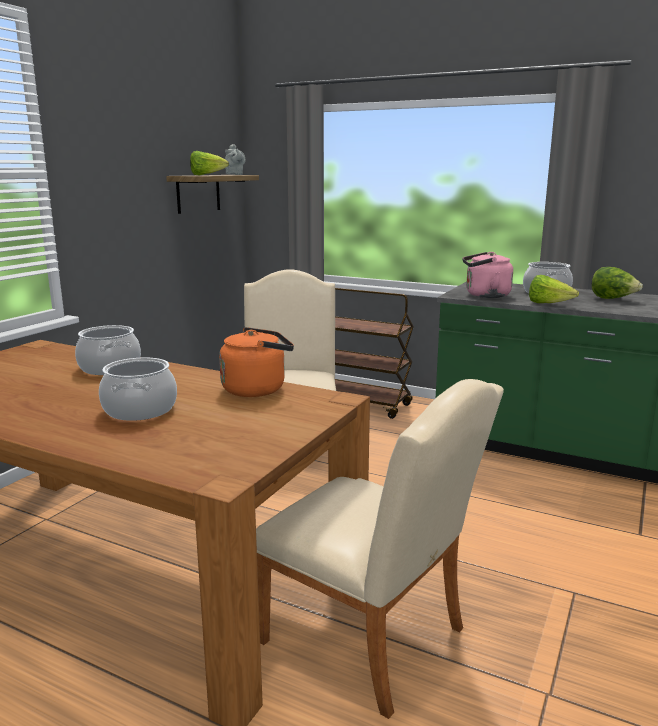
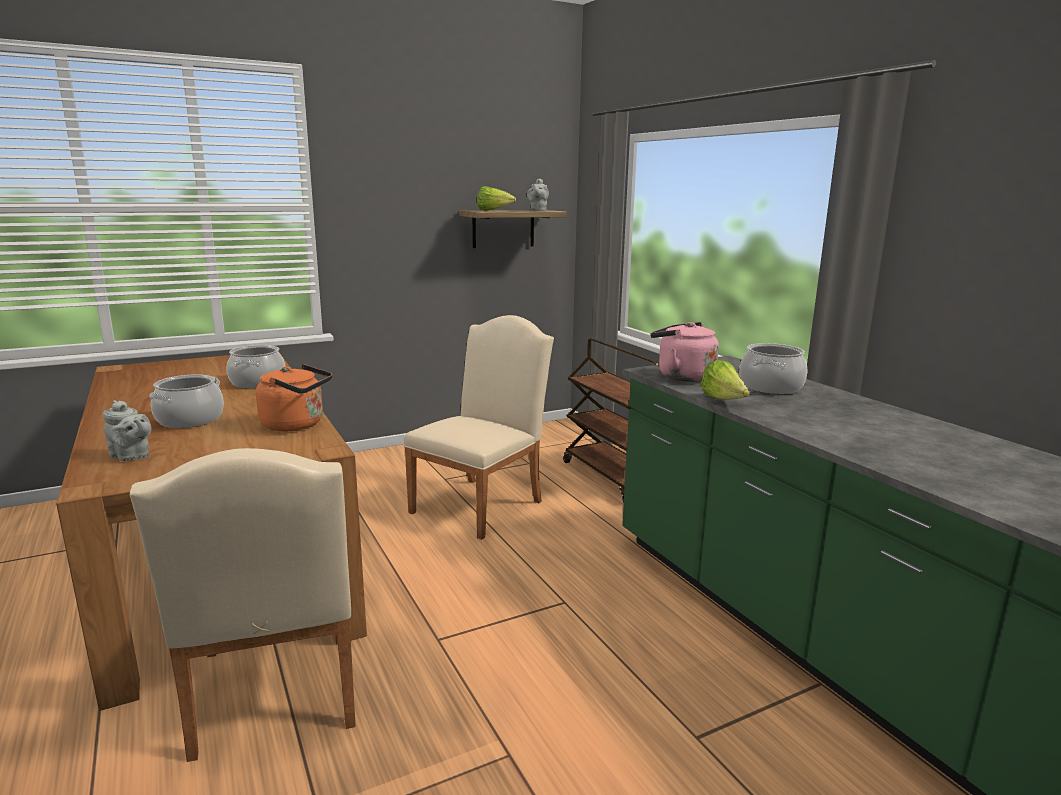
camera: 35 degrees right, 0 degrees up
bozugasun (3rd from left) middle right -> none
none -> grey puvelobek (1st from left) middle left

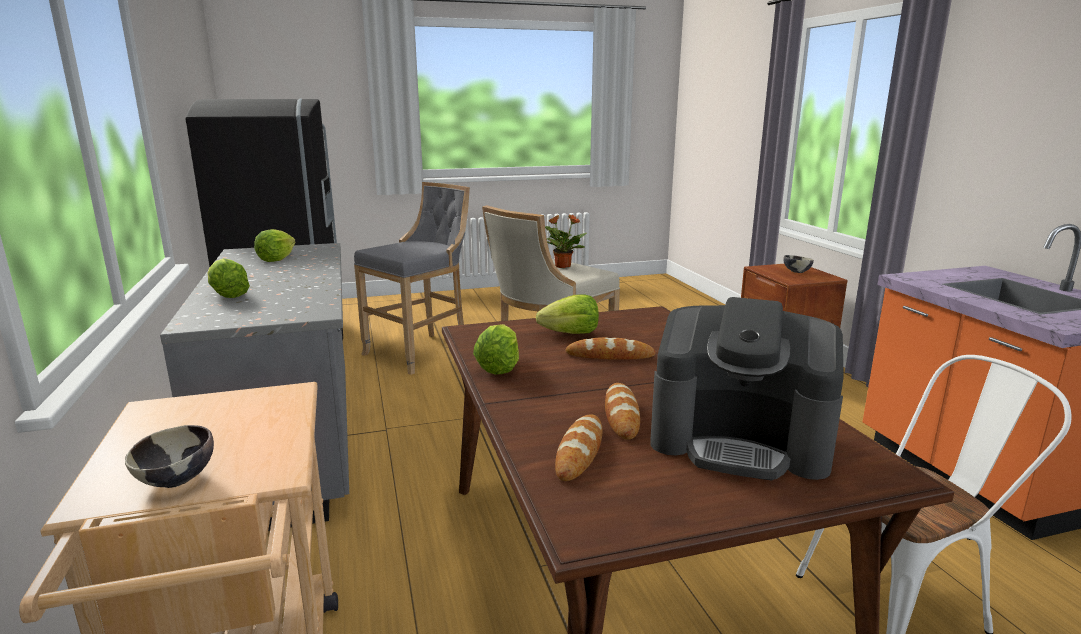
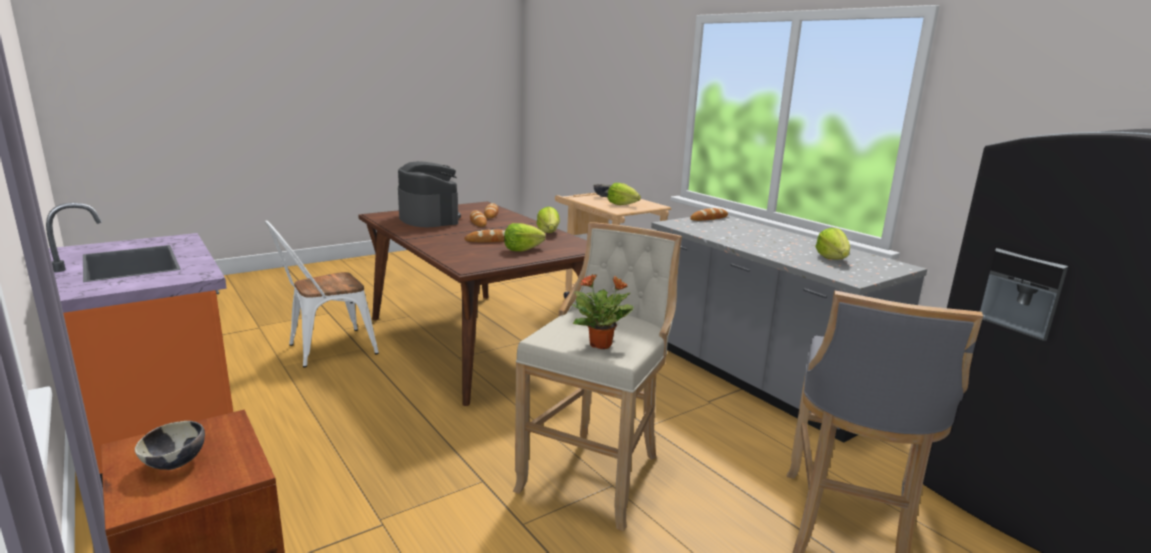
camera: 160 degrees right, 0 degrees up
bozugasun (1st from left in the first image) middle left -> bozugasun (3rd from left) centre, move
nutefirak middle right -> nutefirak centre, 60 degrees clockwise
none -> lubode (4th from left) centre

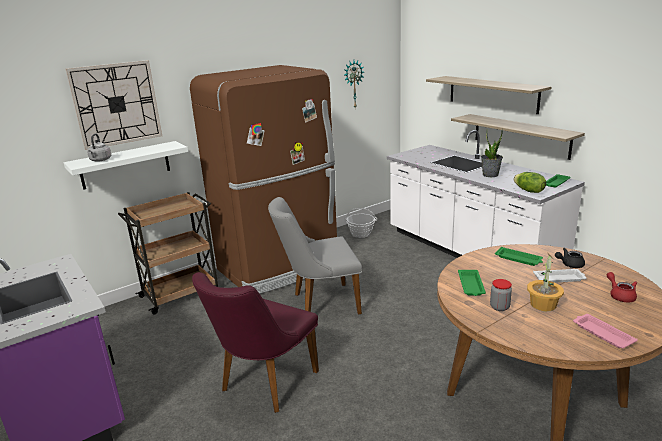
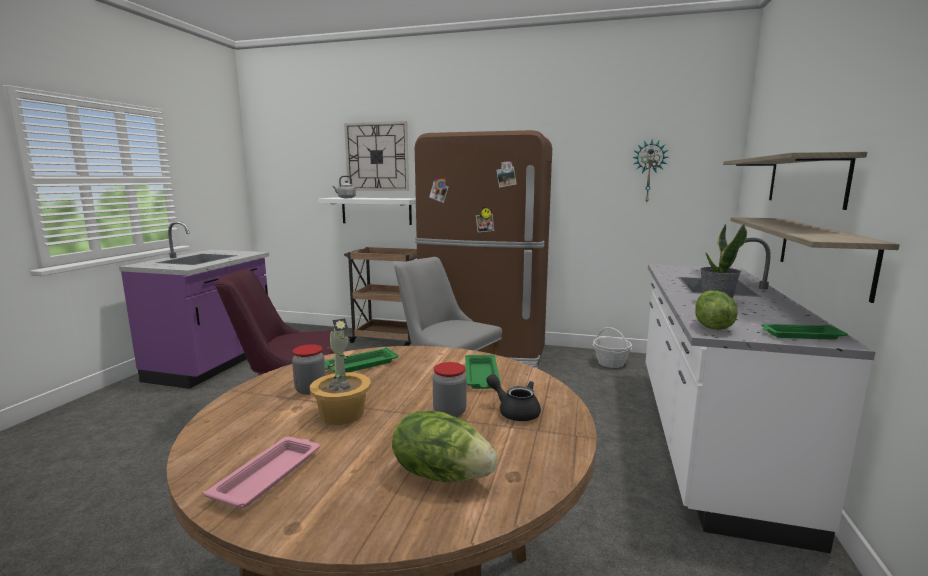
camera: 50 degrees right, 10 degrees down
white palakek middle right -> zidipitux (2nd from left) bottom centre
red puvelobek middle right -> bozugasun (1st from left) bottom centre

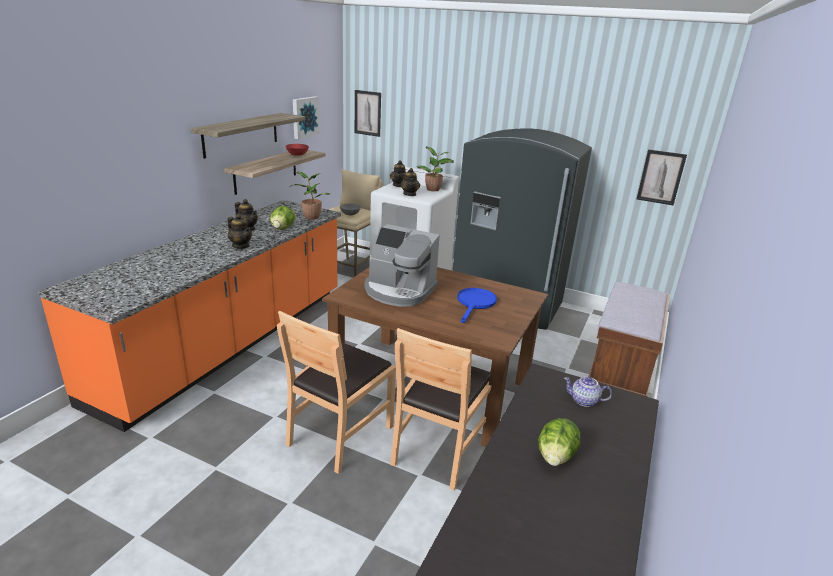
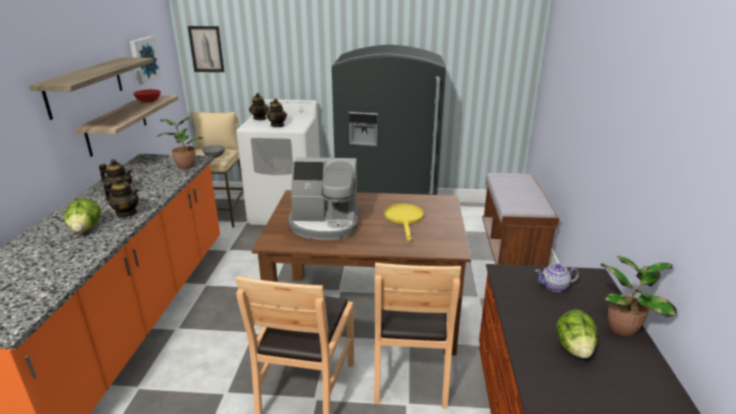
camera: 20 degrees left, 0 degrees up
bozugasun (1st from left) centre -> bozugasun (1st from left) middle left, move
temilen (2nd from left) top centre -> temilen (2nd from left) bottom right, move
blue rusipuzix centre -> yellow rusipuzix centre
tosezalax (3rd from left) top right -> none

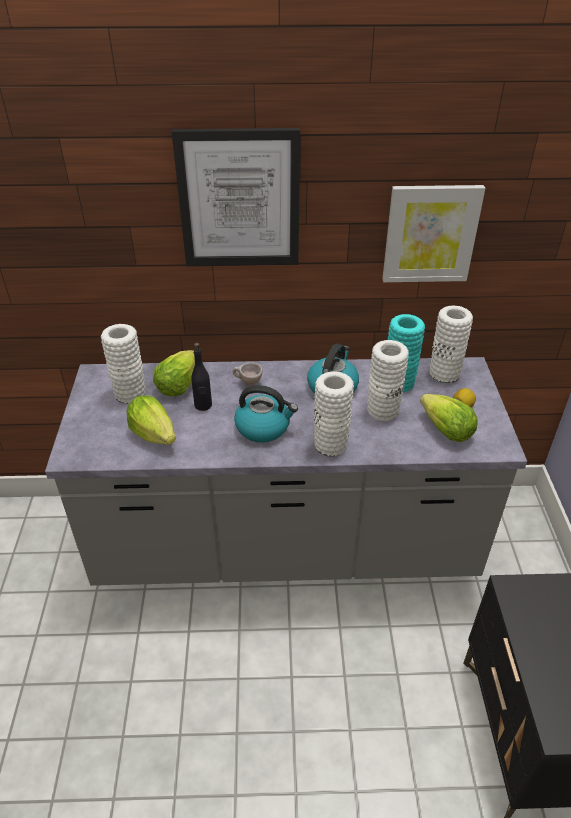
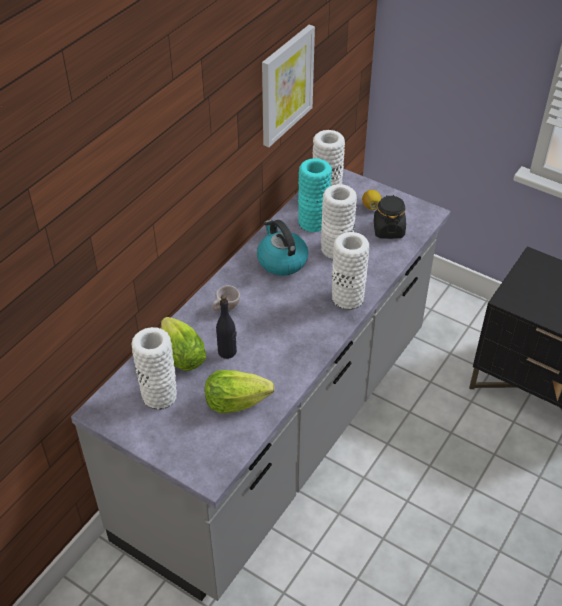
camera: 55 degrees left, 5 degrees up
tosezalax (1st from left) top centre -> none
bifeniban (1st from left) centre -> none
bozugasun (3rd from left) middle right -> black zidipitux middle right

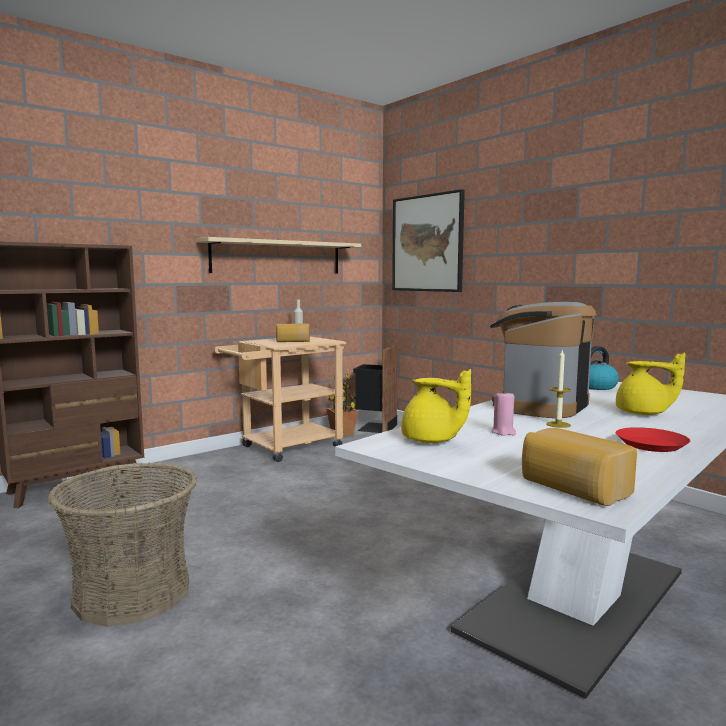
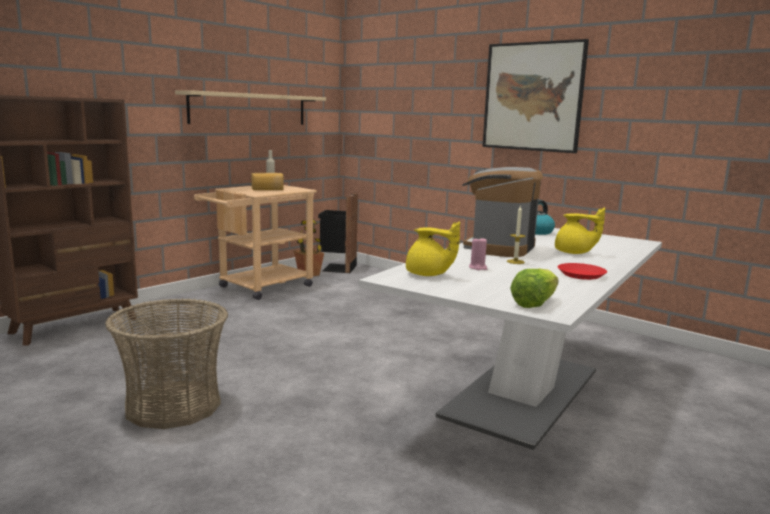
camera: 10 degrees left, 5 degrees up
tosezalax top centre -> tosezalax top right, move
lubode (2nd from left) middle right -> bozugasun middle right

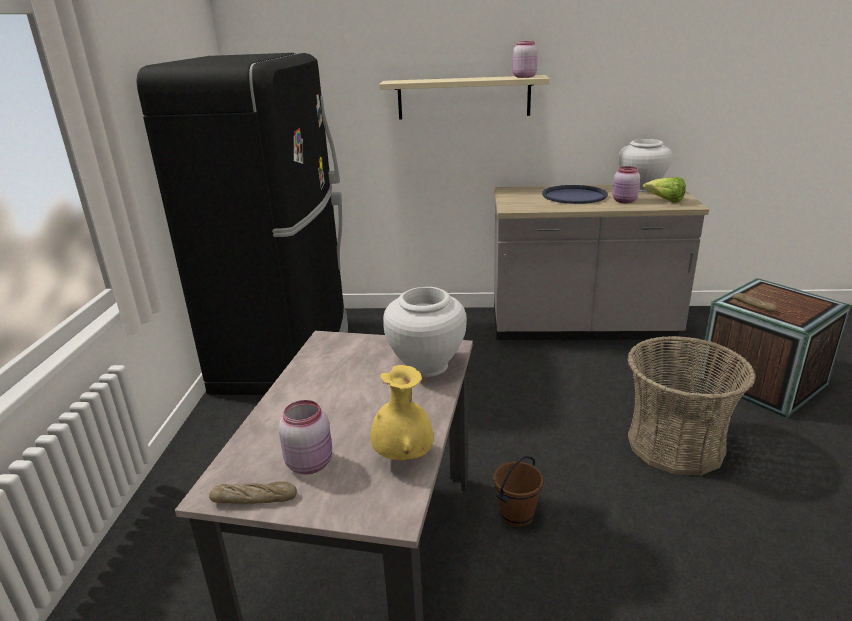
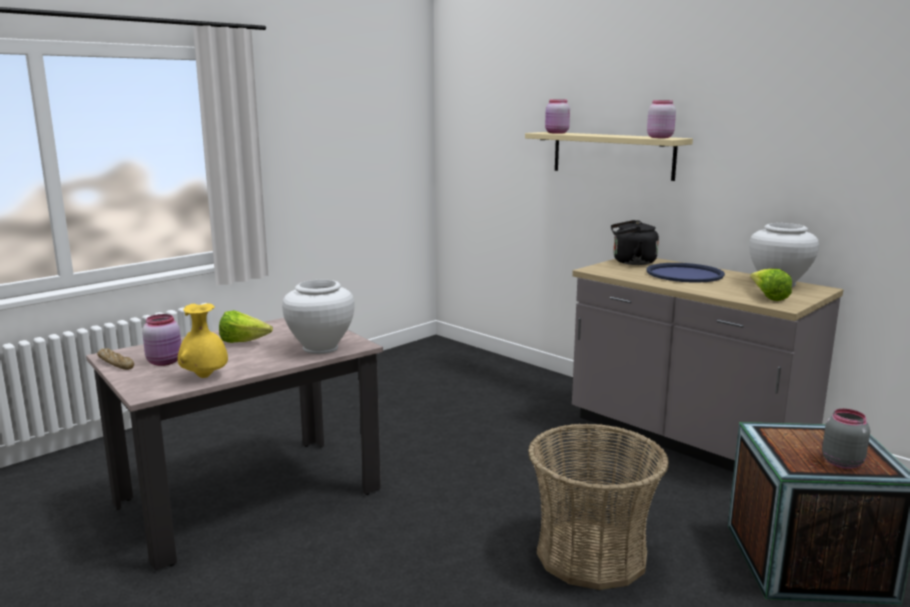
camera: 40 degrees right, 10 degrees down
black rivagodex middle left -> none
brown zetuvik bottom centre -> none
pink zidipitux (3rd from left in the first image) top right -> pink zidipitux (2nd from left) top centre, move
lubode (2nd from left) middle right -> none
none -> bozugasun (1st from left) middle left
none -> black bifeniban middle right
none -> grey zidipitux bottom right

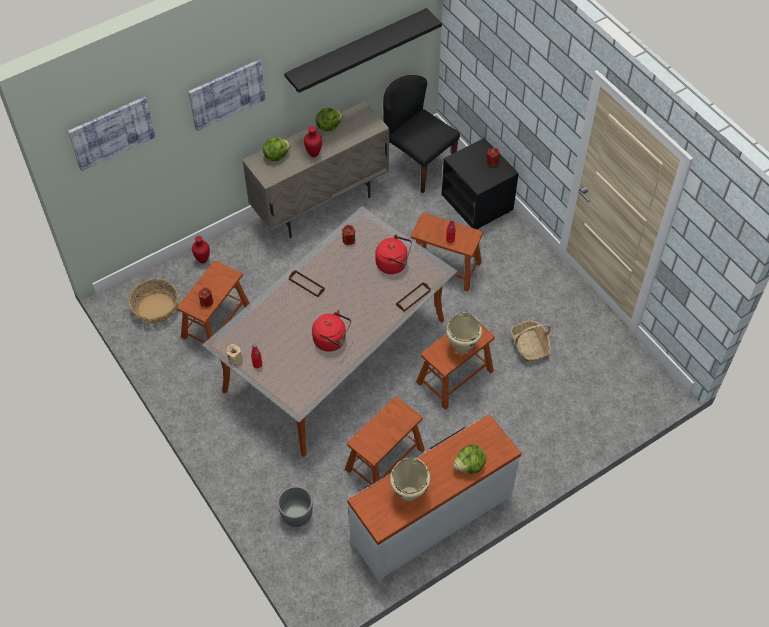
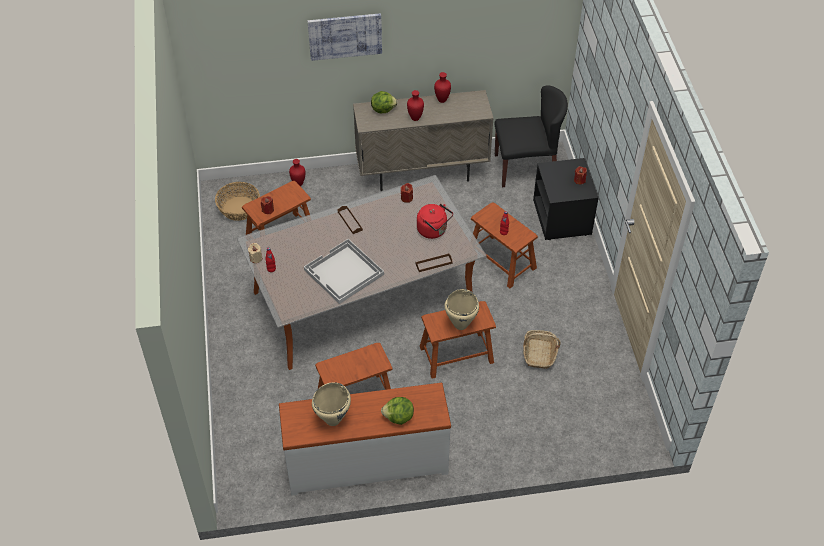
camera: 25 degrees right, 5 degrees down
tosezalax (1st from left) top left -> none
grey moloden bottom centre -> none
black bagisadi top centre -> none
red bifeniban (1st from left) centre -> white palakek centre
bozugasun (2nd from left) top centre -> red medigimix (3rd from left) top centre
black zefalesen top centre, 105 degrees clockwise

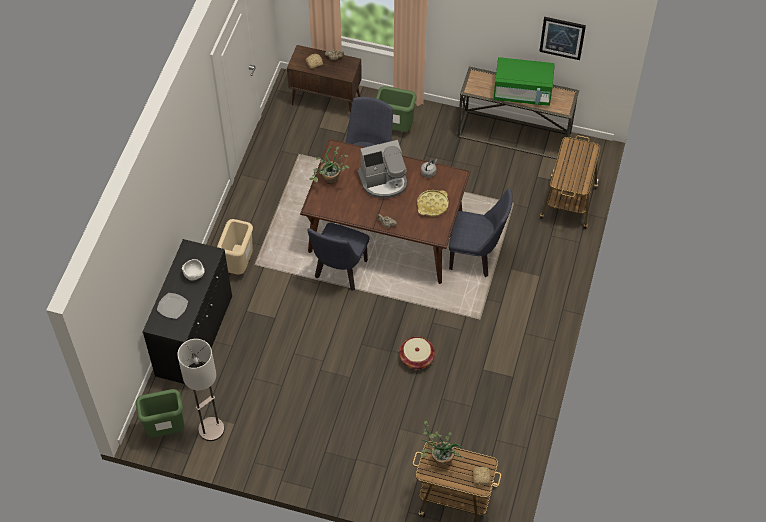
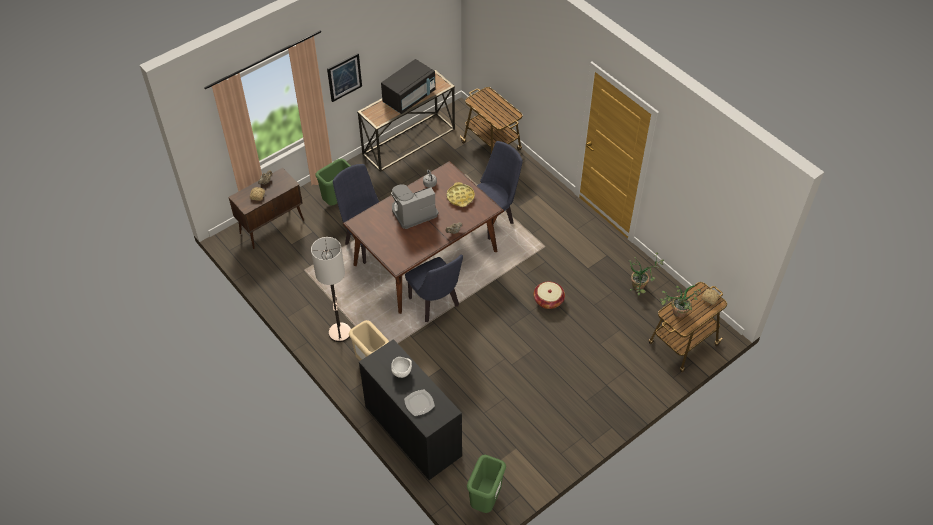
camera: 55 degrees left, 5 degrees down
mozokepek bottom left -> mozokepek centre, move
temilen (1st from left) top centre -> temilen (1st from left) middle right, move
nutefirak top centre -> nutefirak centre, 135 degrees counterclockwise
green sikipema top right -> black sikipema top centre
tosezalax top right -> tosezalax top centre, move

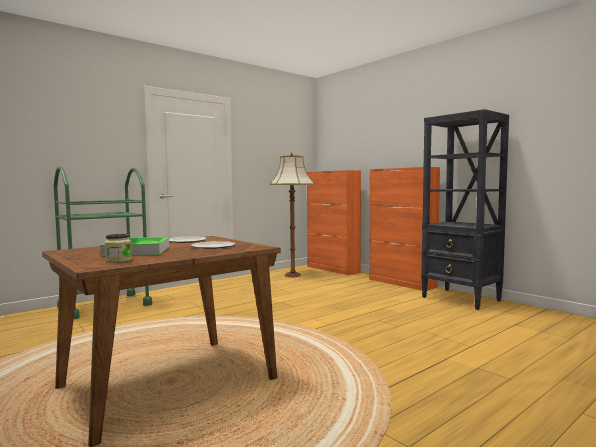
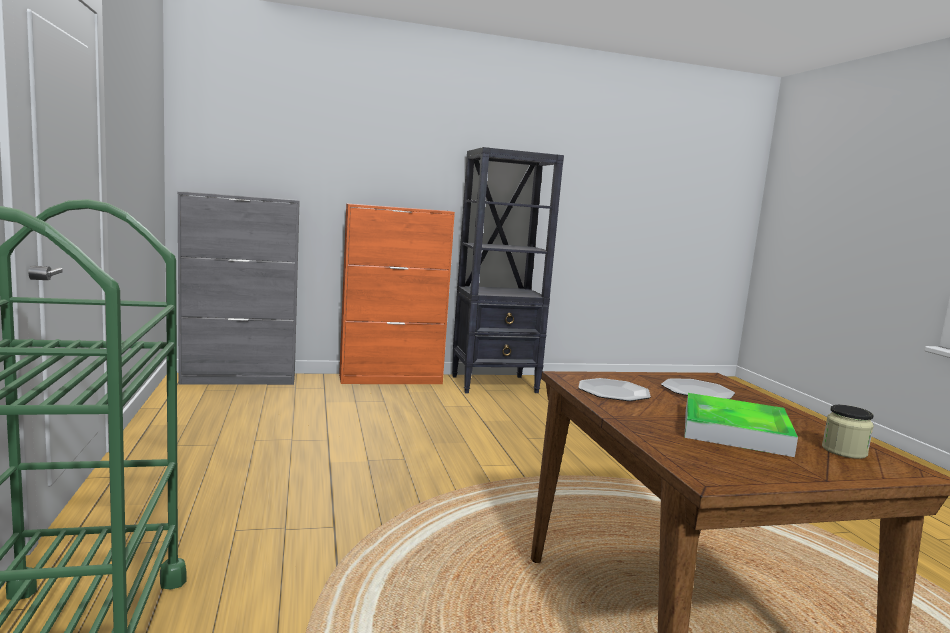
camera: 65 degrees left, 5 degrees up
mozokepek centre -> none
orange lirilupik (1st from left) centre -> grey lirilupik middle left

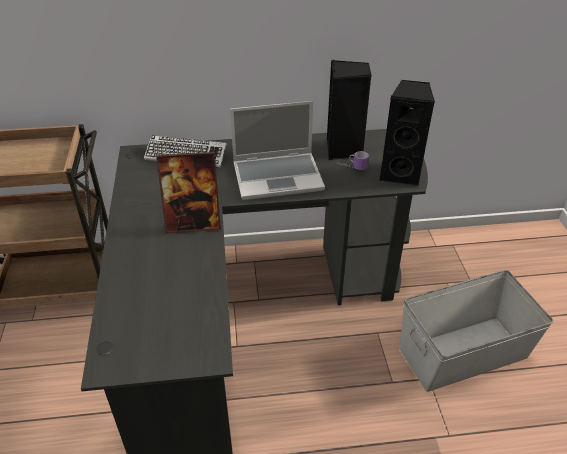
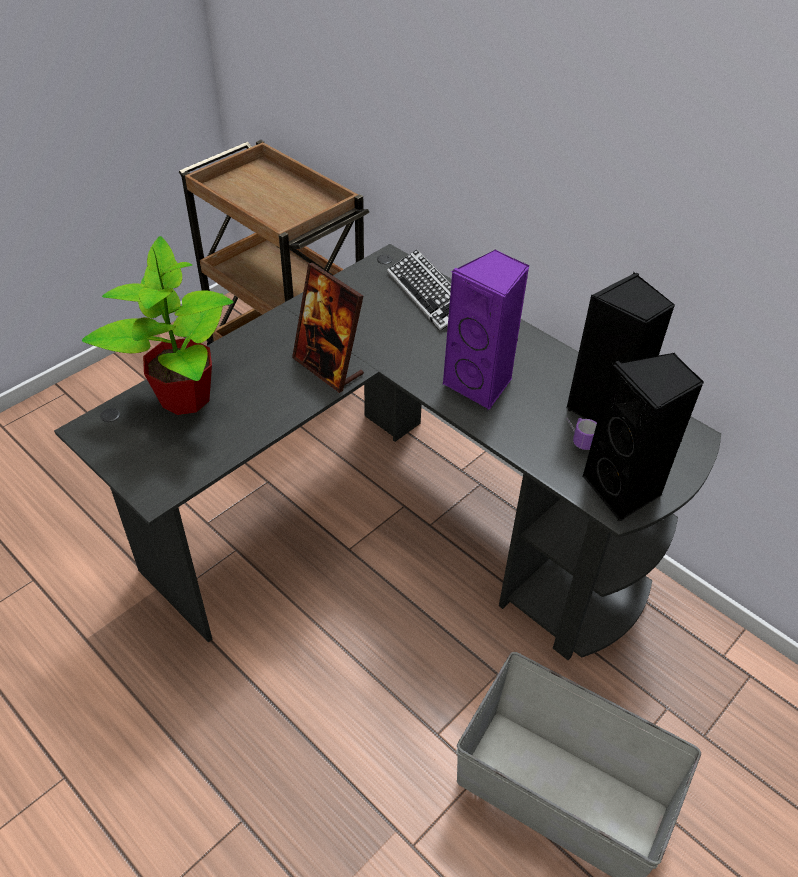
camera: 50 degrees right, 5 degrees up
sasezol top centre -> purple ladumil centre
none -> temilen middle left

